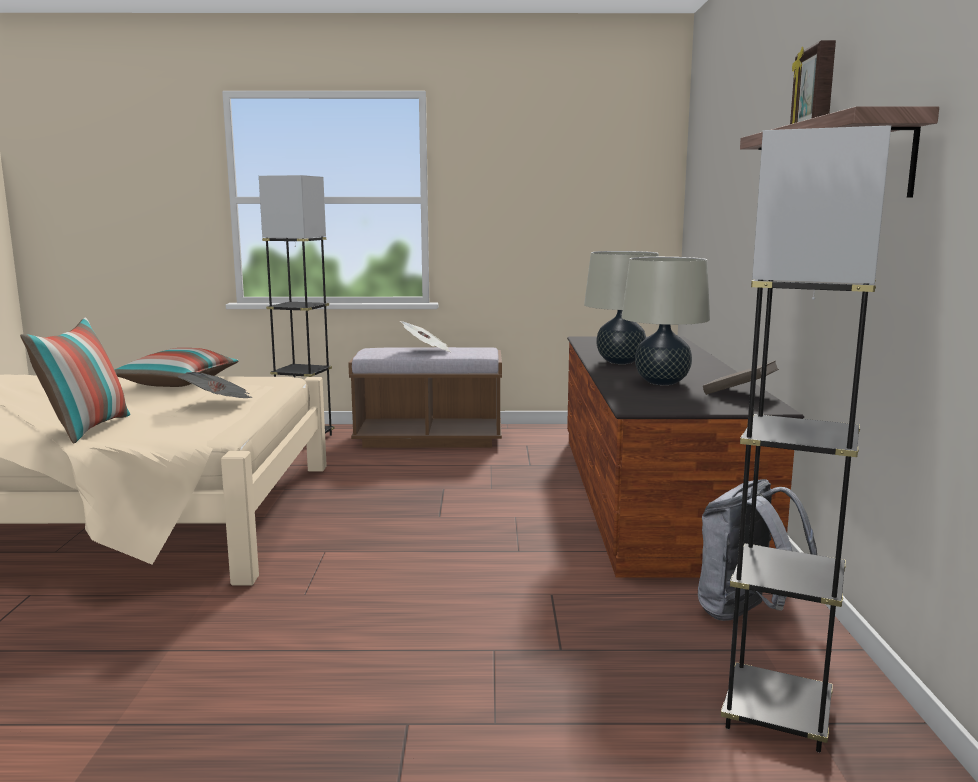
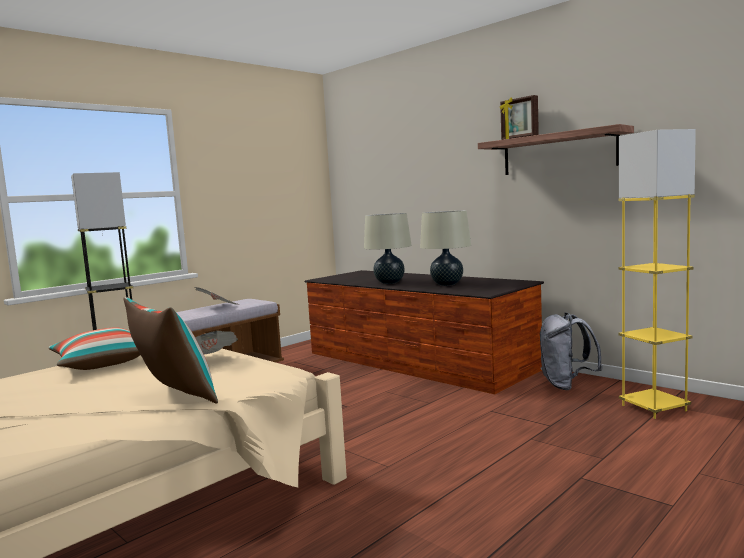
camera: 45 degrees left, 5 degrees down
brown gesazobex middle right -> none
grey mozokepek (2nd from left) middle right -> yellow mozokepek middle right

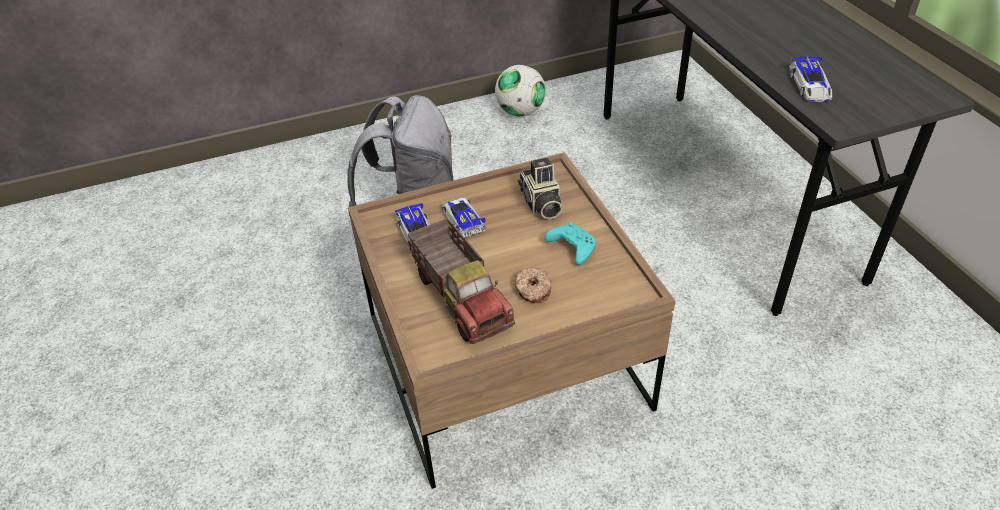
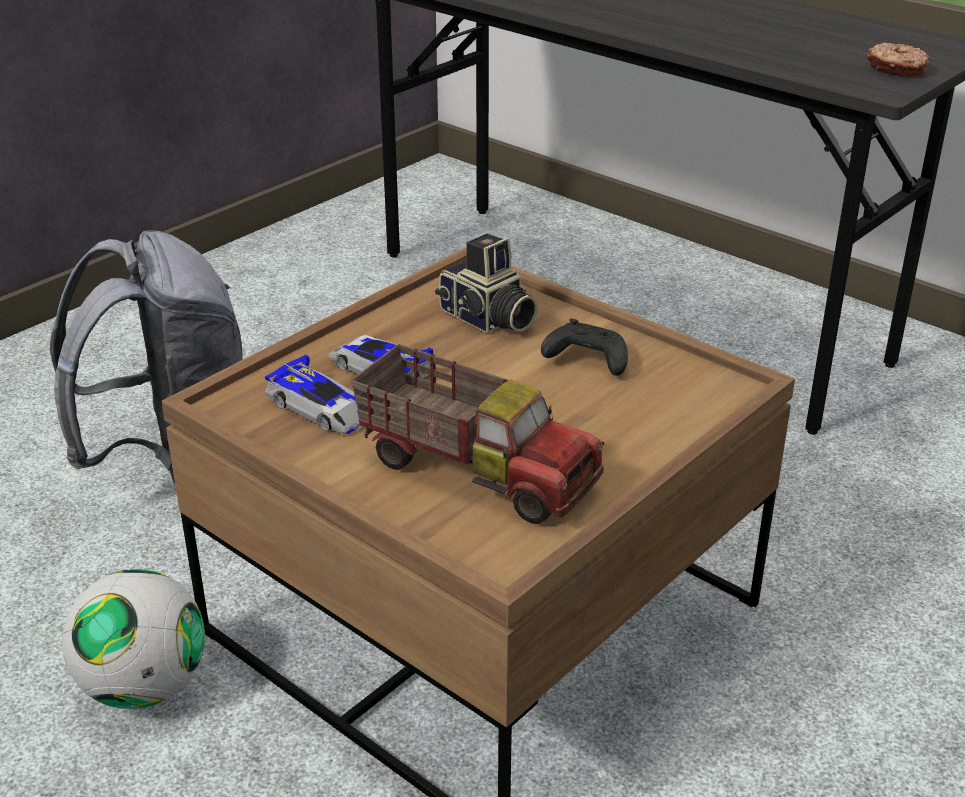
camera: 30 degrees left, 10 degrees down
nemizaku top centre -> nemizaku bottom left, move
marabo centre -> marabo top right, move
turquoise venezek centre -> black venezek centre
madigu (3rd from left) top right -> none

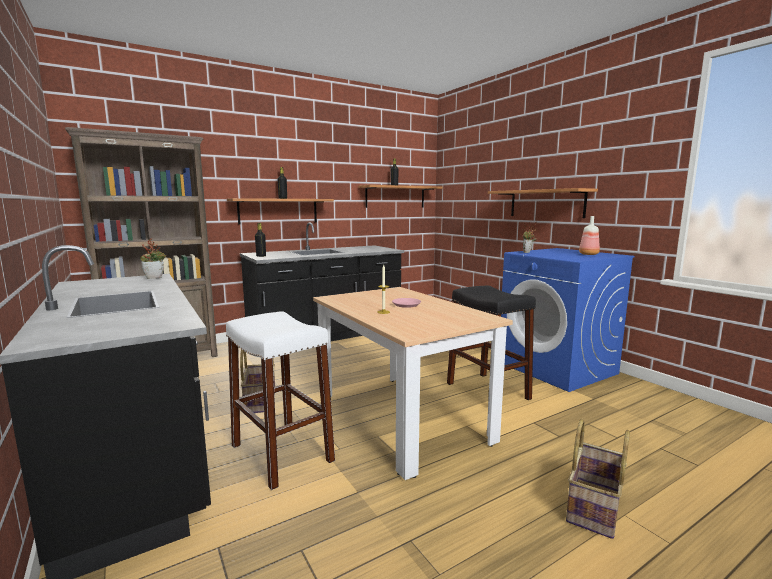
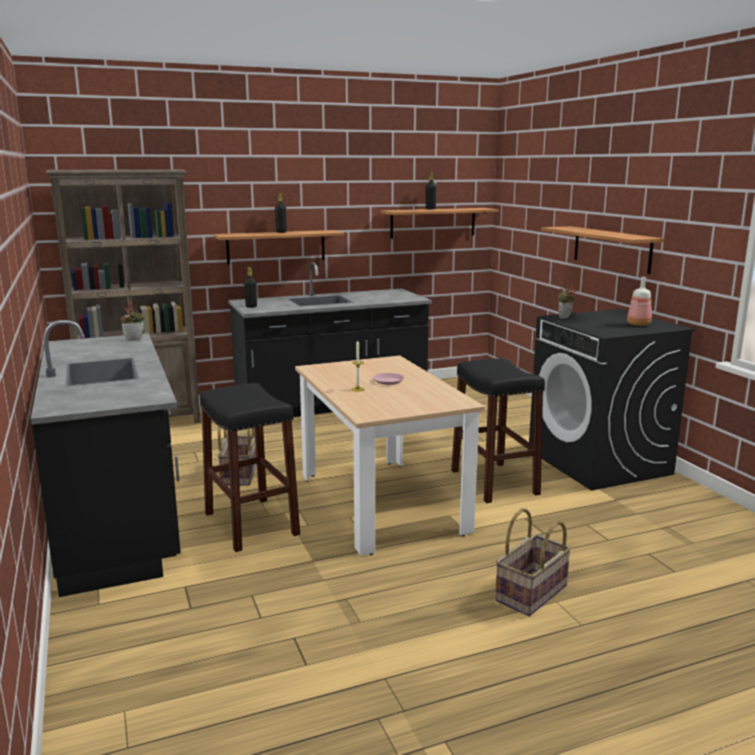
camera: 10 degrees right, 5 degrees up
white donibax bottom centre -> black donibax (1st from left) middle left
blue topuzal middle right -> black topuzal middle right

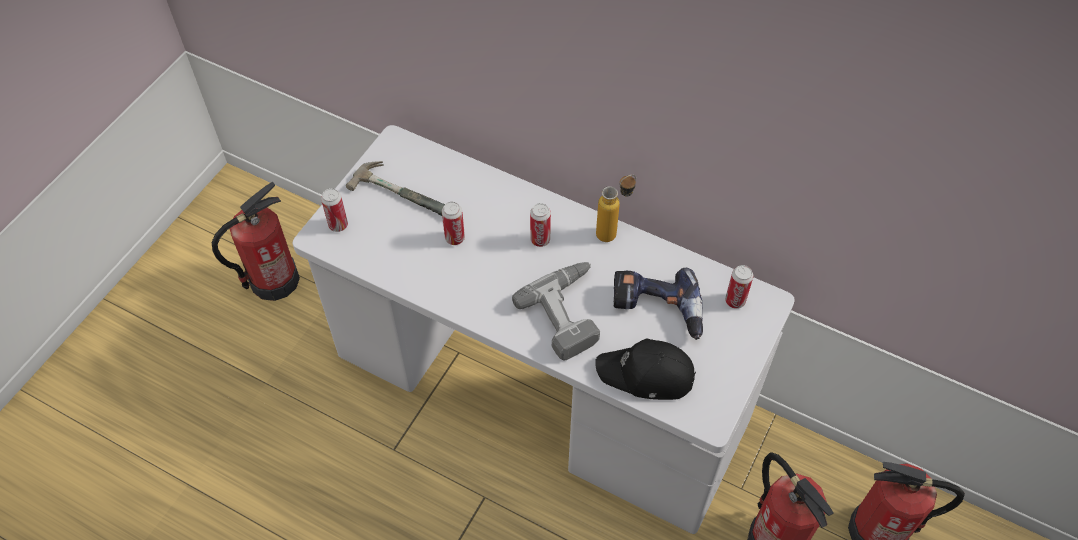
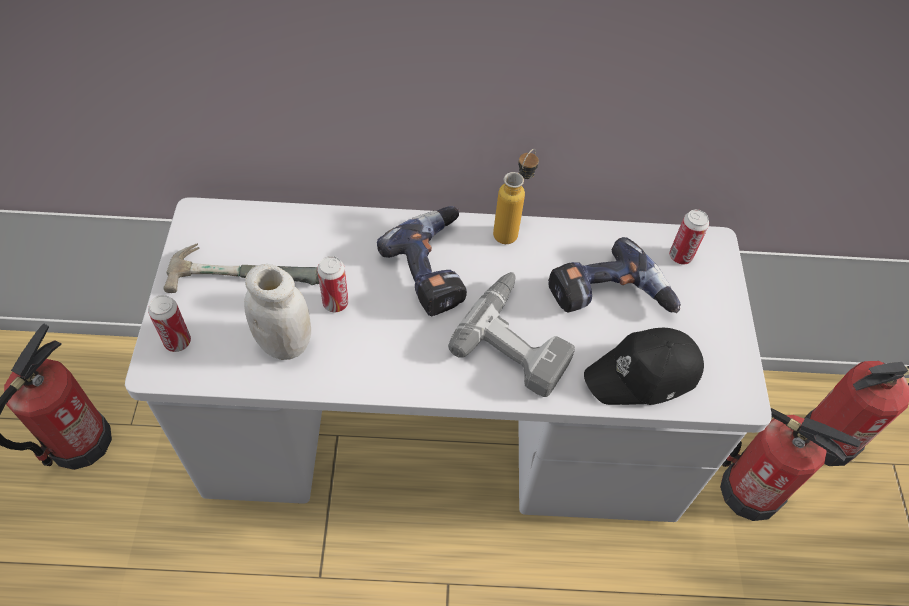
camera: 30 degrees left, 0 degrees up
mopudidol (3rd from left) centre -> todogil (1st from left) centre
none -> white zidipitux middle left

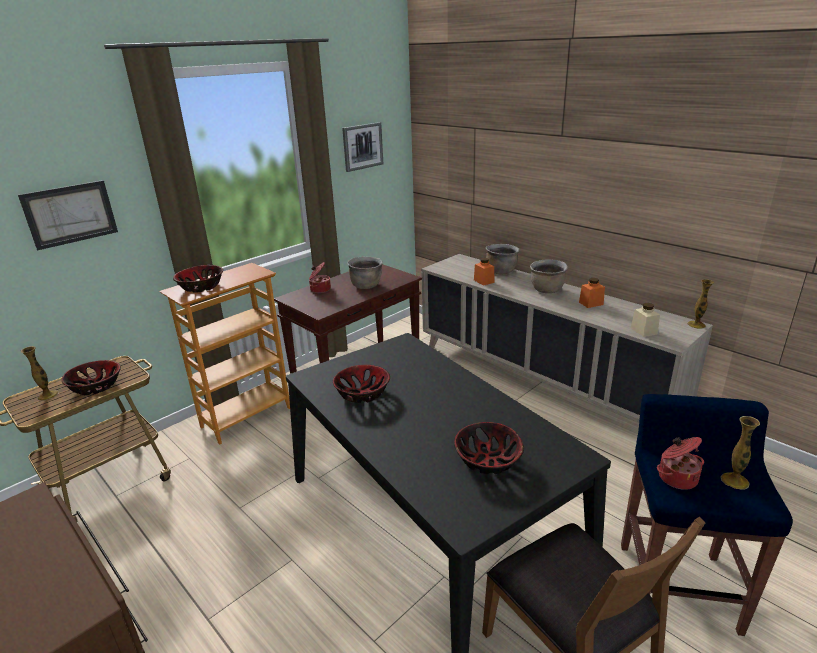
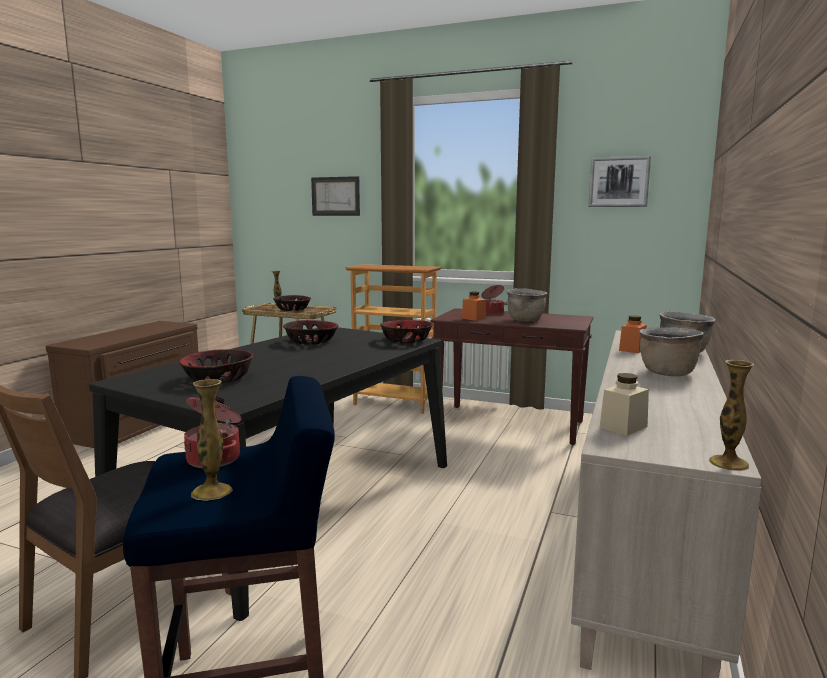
camera: 65 degrees right, 15 degrees down
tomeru (2nd from left in the first image) middle left -> tomeru (4th from left) centre, move
orange zidipitux (2nd from left in the first image) middle right -> orange zidipitux (1st from left) centre, move

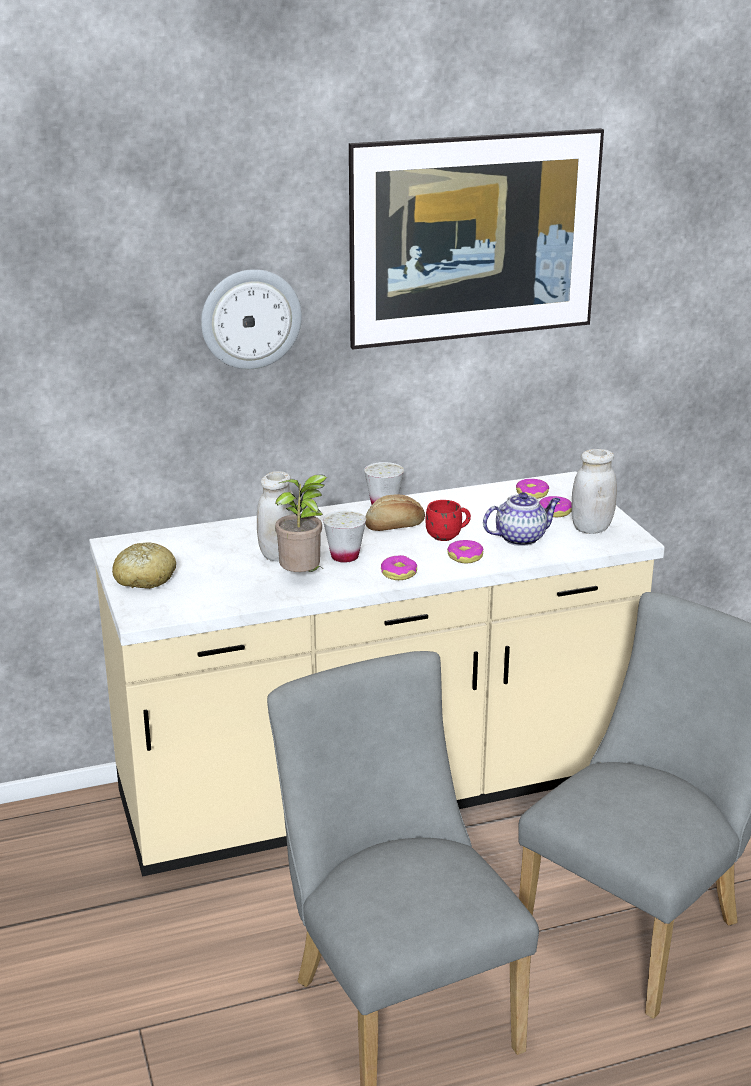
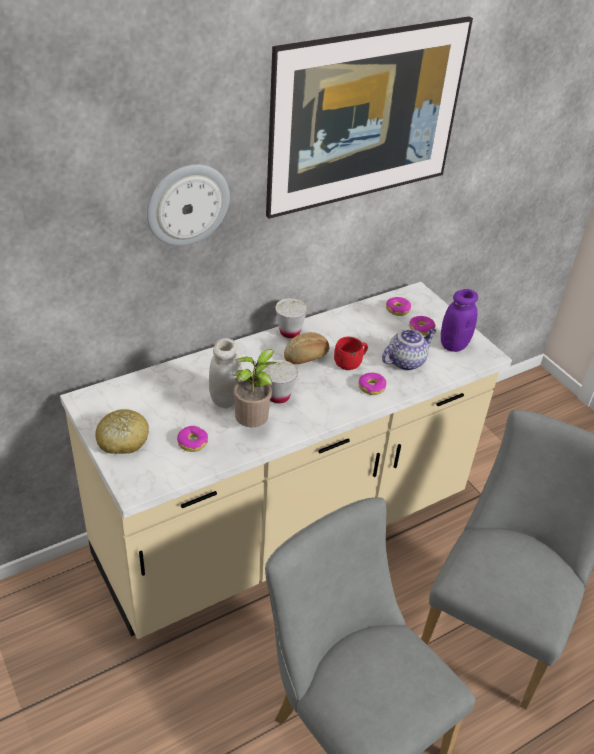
camera: 15 degrees left, 15 degrees up
marabo (1st from left) centre -> marabo (1st from left) middle left, move
white zidipitux (2nd from left) middle right -> purple zidipitux middle right

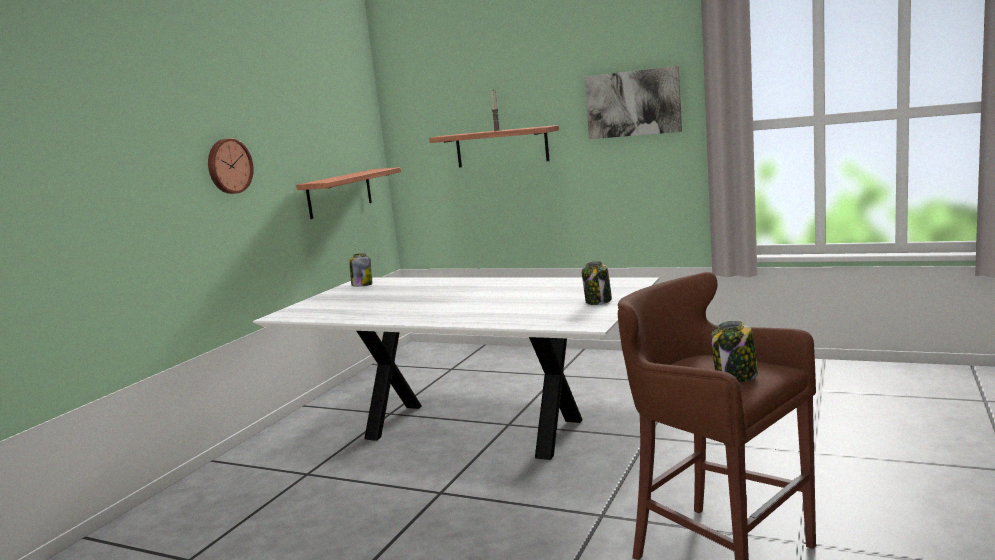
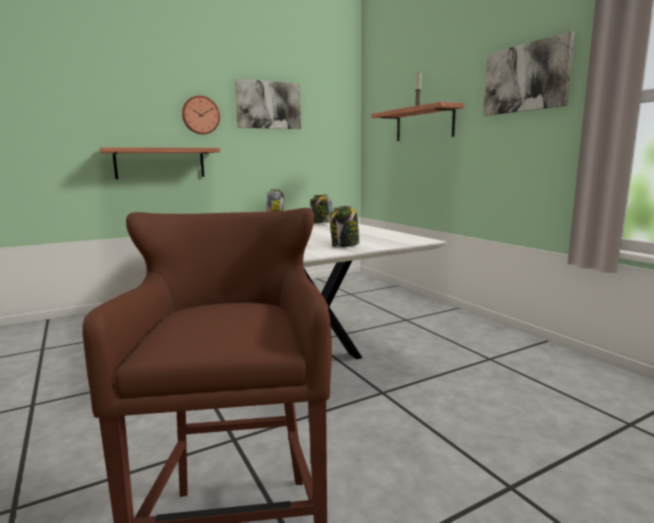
camera: 35 degrees right, 0 degrees up
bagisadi (1st from left) centre -> bagisadi (1st from left) top left, move
zidipitux (3rd from left in the first image) middle right -> zidipitux (2nd from left) centre, move
none -> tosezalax (1st from left) top centre

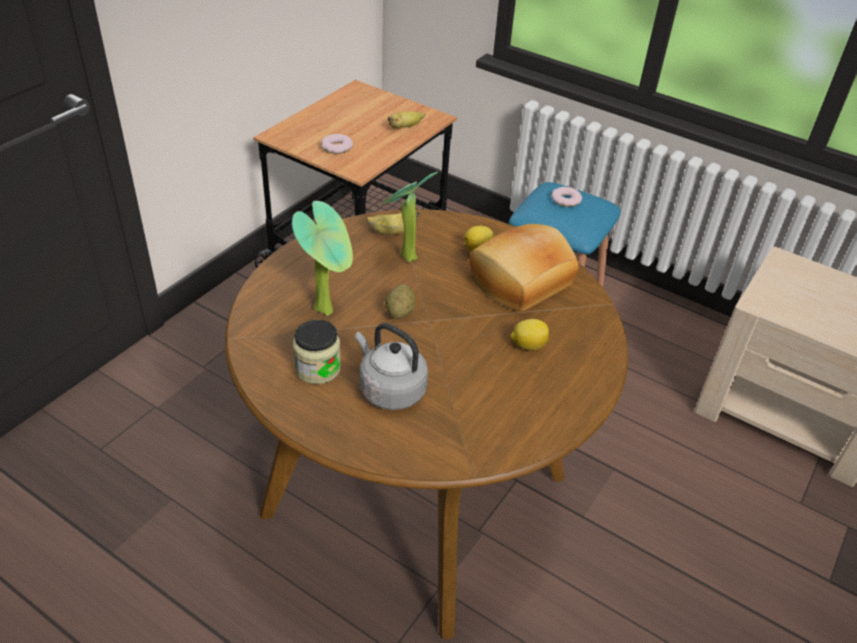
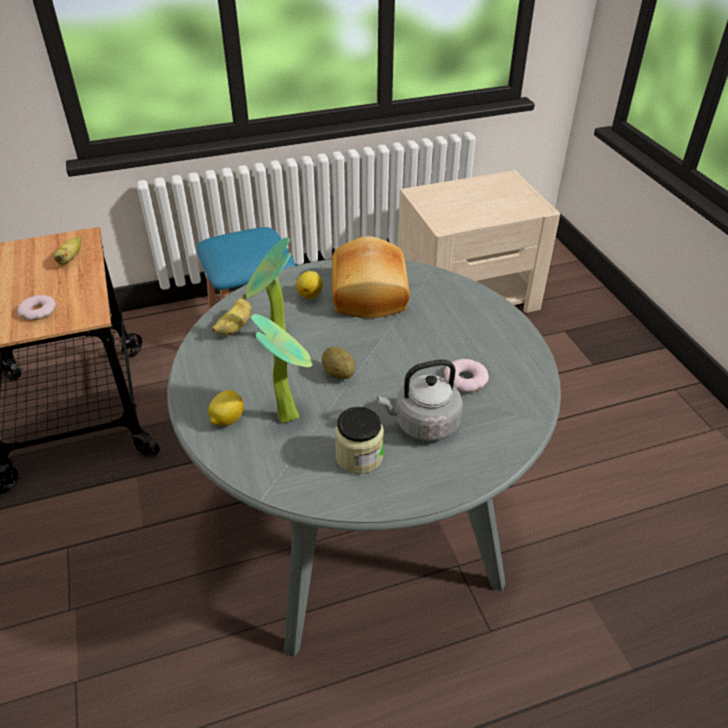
camera: 50 degrees left, 0 degrees up
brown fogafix centre -> grey fogafix centre
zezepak (2nd from left in the first image) centre -> zezepak (1st from left) middle left, move
marabo (2nd from left) top centre -> marabo (2nd from left) centre, move

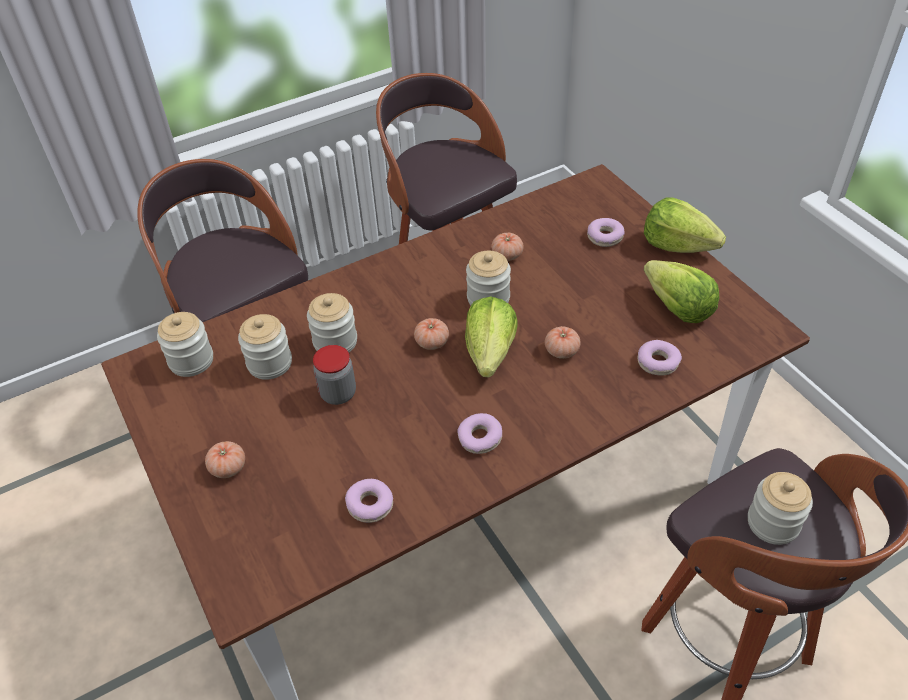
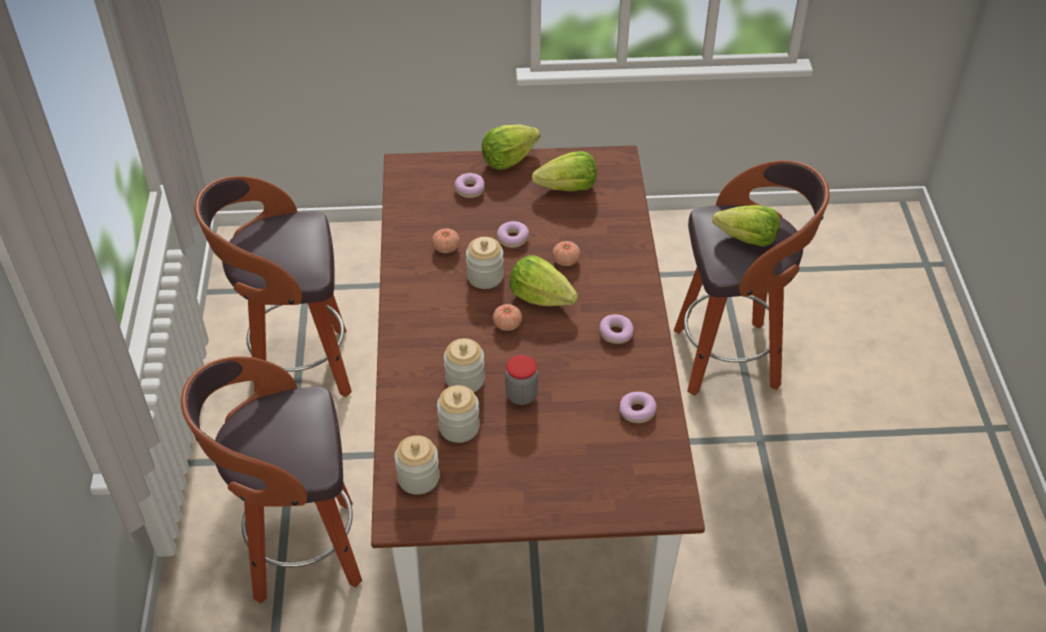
camera: 65 degrees left, 0 degrees up
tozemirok (1st from left) middle left -> none
marabo (4th from left in the first image) middle right -> marabo (2nd from left) centre, move
zidipitux (6th from left) bottom right -> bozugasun (4th from left) middle right

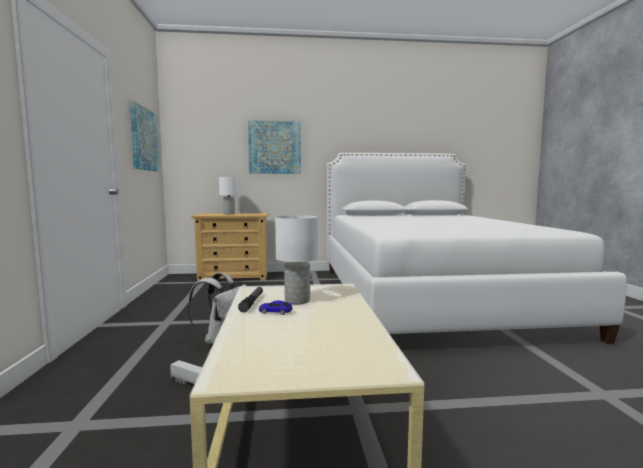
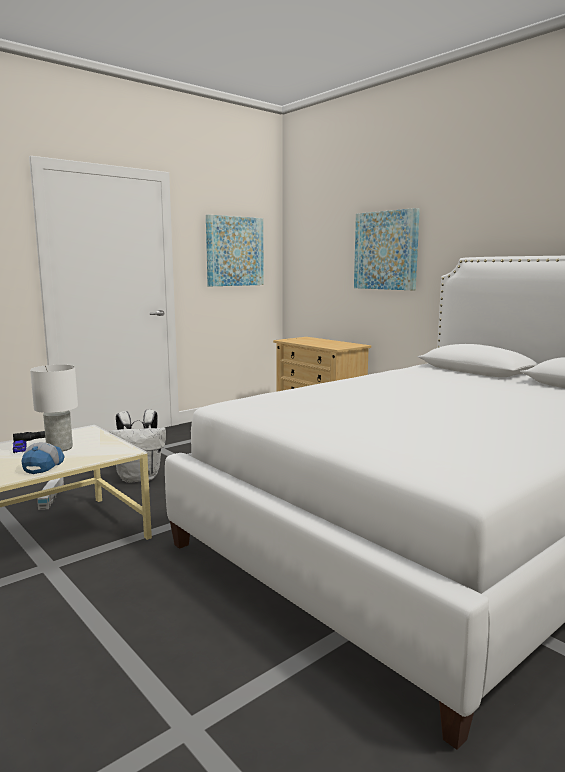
camera: 55 degrees right, 5 degrees up
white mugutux (1st from left) centre -> none
none -> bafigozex middle left

